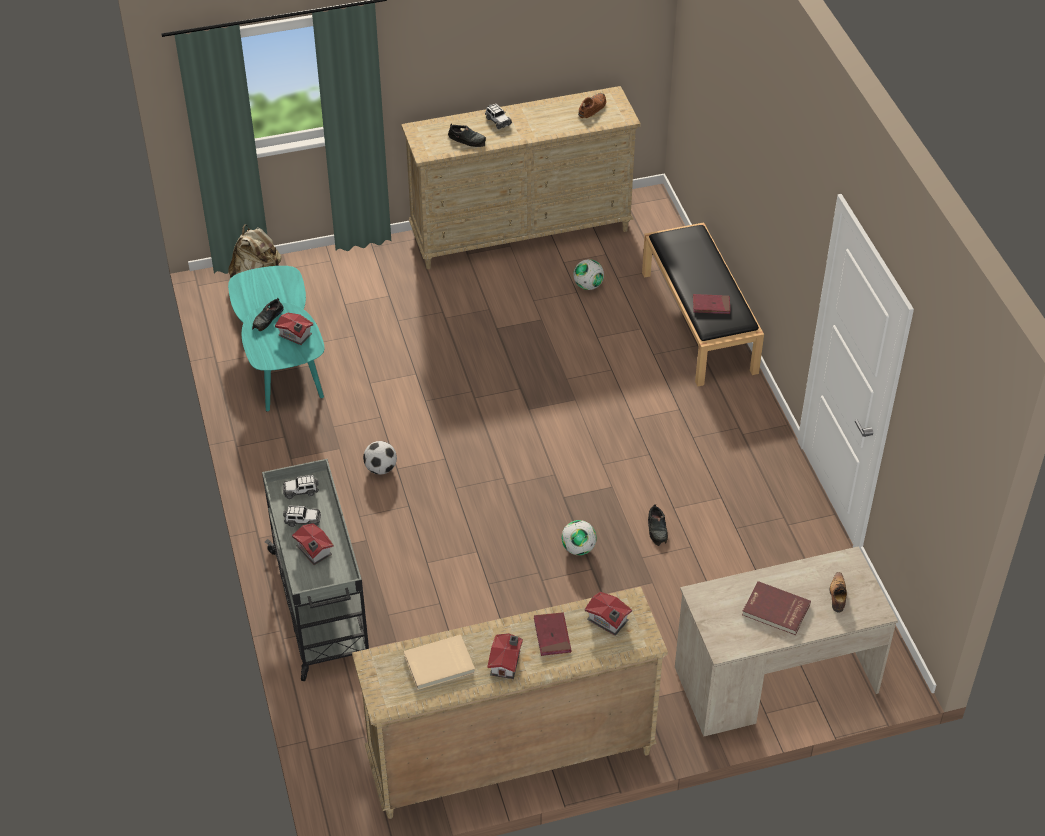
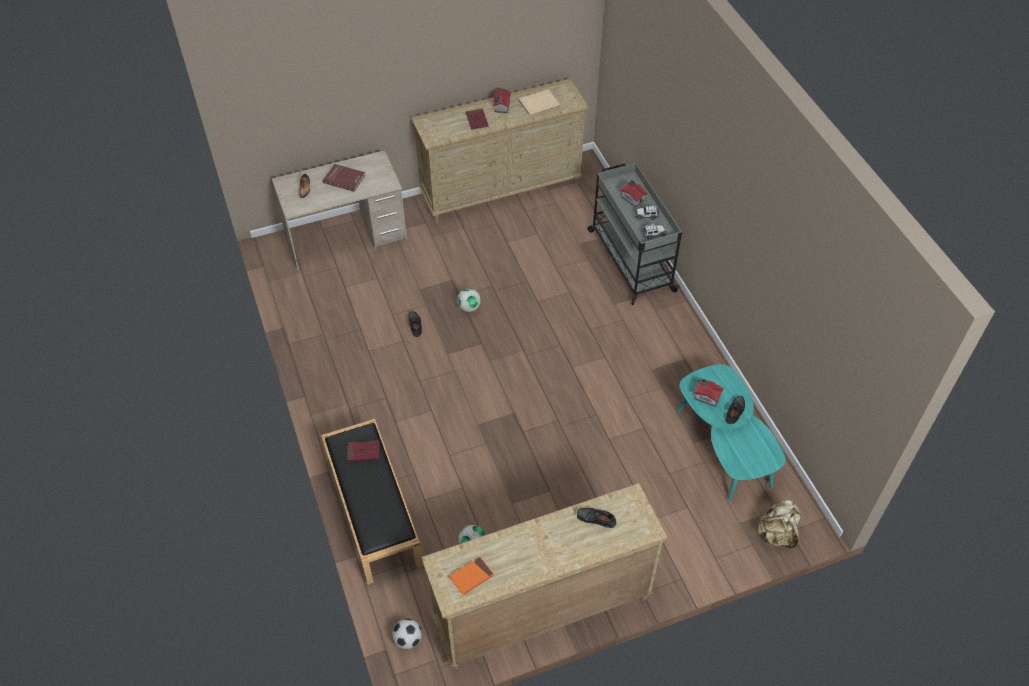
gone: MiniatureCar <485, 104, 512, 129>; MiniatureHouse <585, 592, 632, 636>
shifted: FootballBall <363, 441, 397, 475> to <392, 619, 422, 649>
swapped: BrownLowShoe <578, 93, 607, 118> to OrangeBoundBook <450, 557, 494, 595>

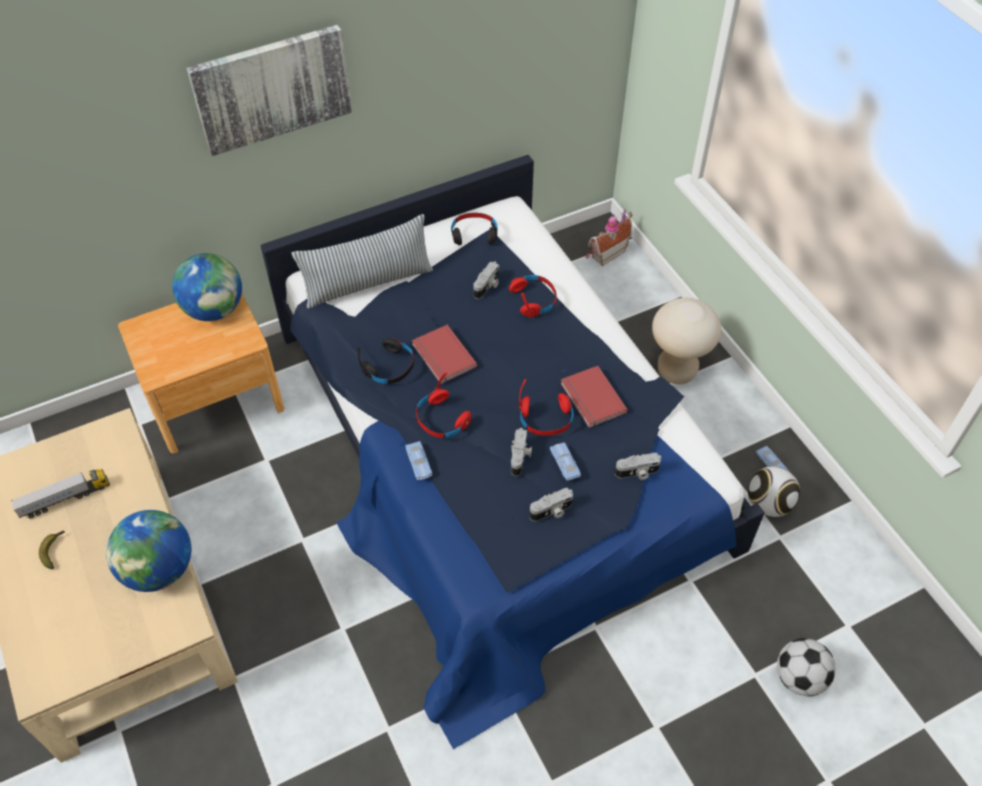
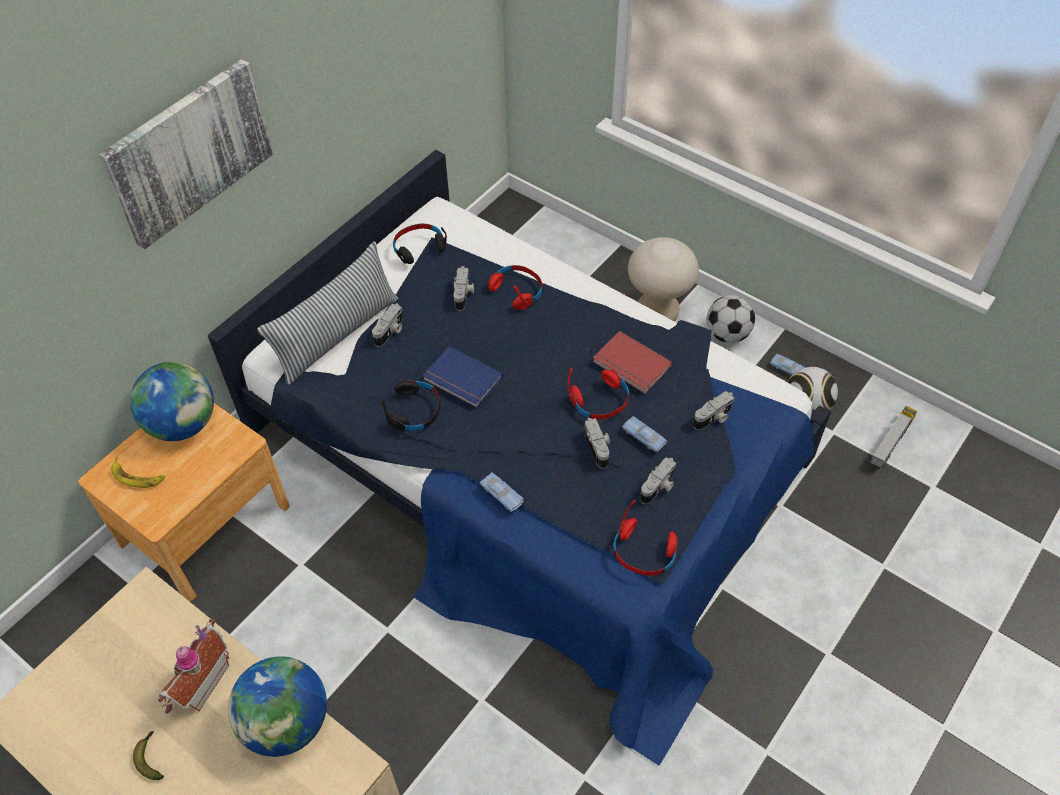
new: WholeBanana <111, 457, 165, 488>; StillCamera <372, 303, 402, 347>
shifted: MiniatureHouse <586, 209, 633, 266> to <158, 618, 229, 713>; ReddishHeadphones <416, 372, 471, 438> to <613, 500, 678, 576>; FootballBall <777, 638, 836, 696> to <707, 295, 755, 343>; ModelTruck <11, 469, 110, 518> to <870, 406, 917, 469>
repainted: ReddishBoundBook <412, 325, 477, 384> to BlueColouredBoundBook <423, 346, 503, 408>

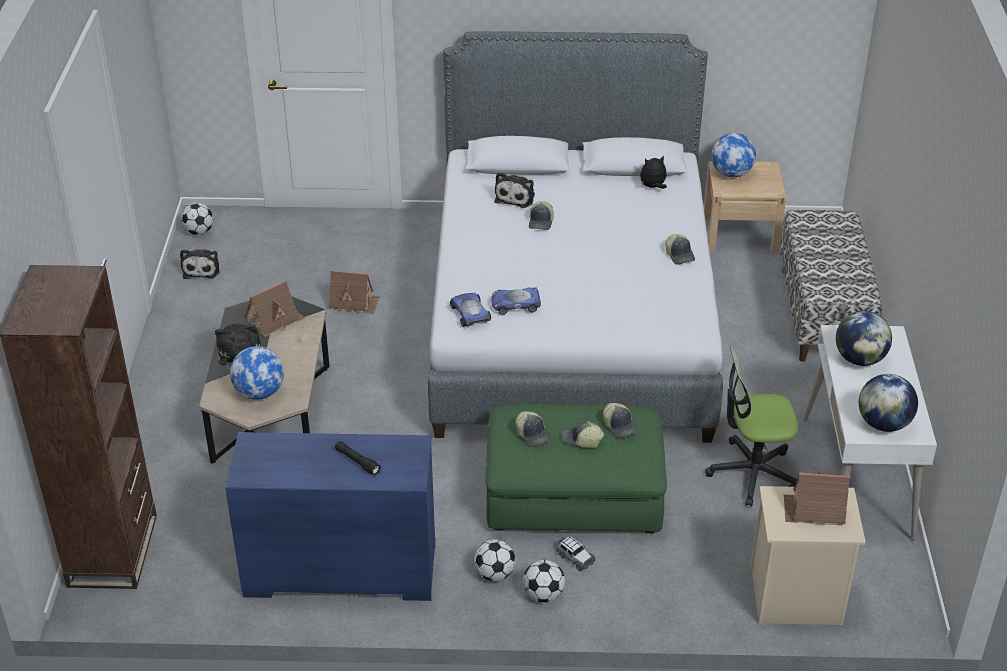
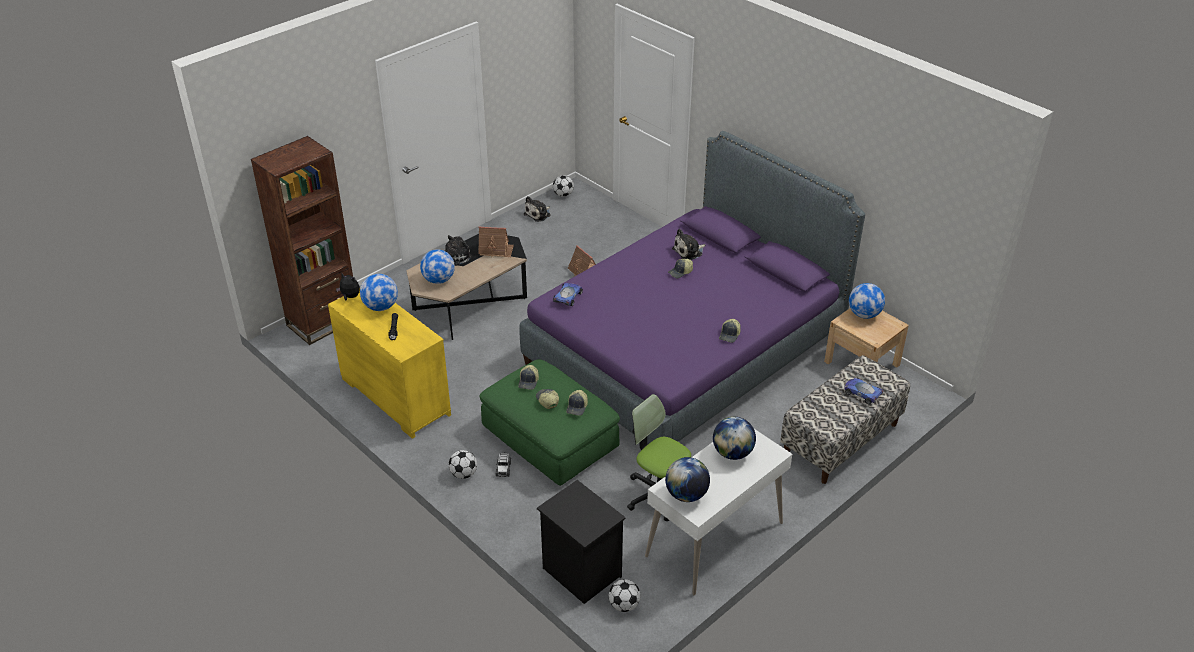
gone: MiniatureHouse <784, 470, 851, 526>
new: WorldGlobe <360, 274, 398, 311>
shifted: PlushToy <640, 155, 667, 189> to <336, 272, 360, 301>; FootballBall <474, 539, 515, 581> to <609, 579, 640, 612>; MiniatureCar <491, 288, 541, 315> to <844, 377, 883, 404>
repainted: BlueColouredDrawerChest <225, 432, 436, 601> to YellowishDrawerChest <328, 287, 451, 439>; GreyBedroomBed <428, 31, 723, 443> to PurpleBedroomBed <519, 131, 865, 444>; BeigeNightstand <750, 486, 866, 625> to BlackishNightstand <537, 480, 625, 604>

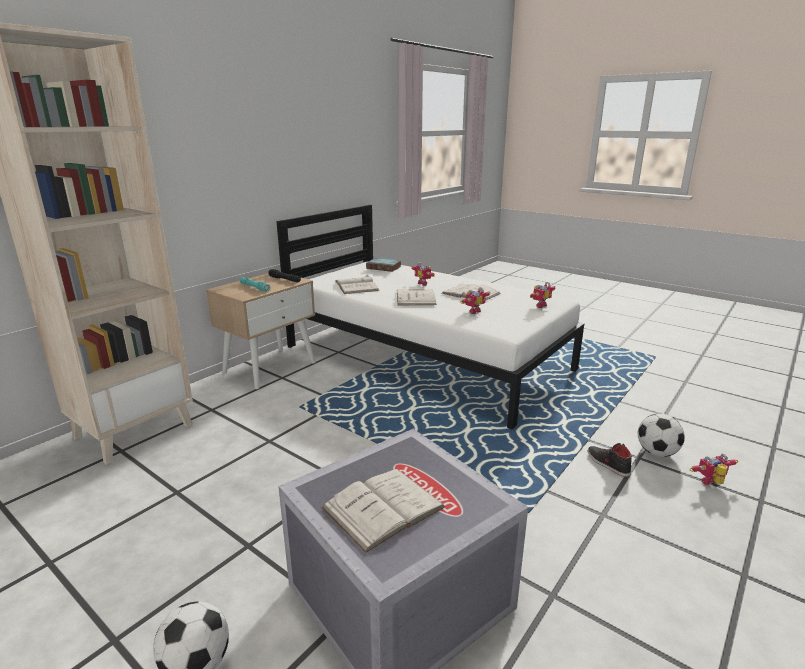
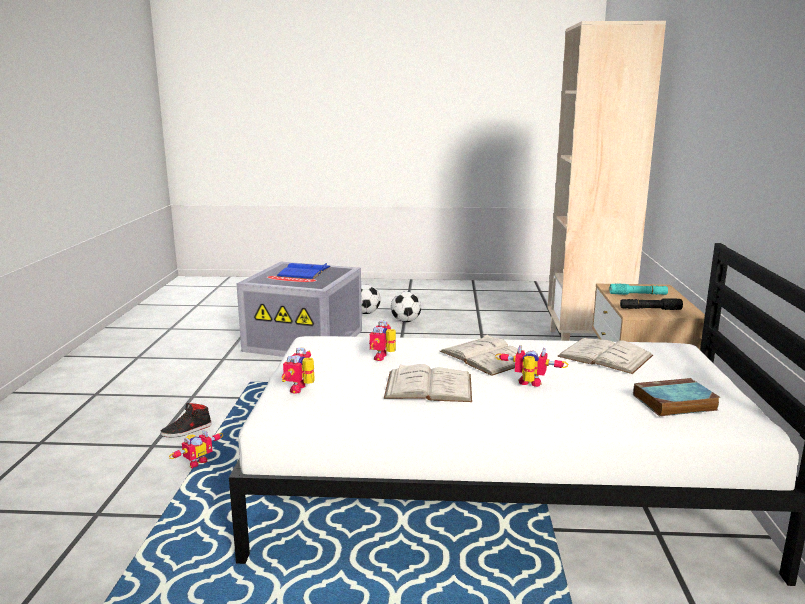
shifted: RobotFigure <690, 454, 738, 485> to <169, 430, 224, 468>; FootballBall <638, 414, 685, 457> to <391, 292, 421, 322>
repainted: WhiteColouredBoundBook <321, 469, 446, 553> to BlueColouredBoundBook <276, 263, 331, 279>
rotated: BlackishLowShoe <588, 443, 632, 477> = <160, 403, 211, 438> 120 degrees clockwise

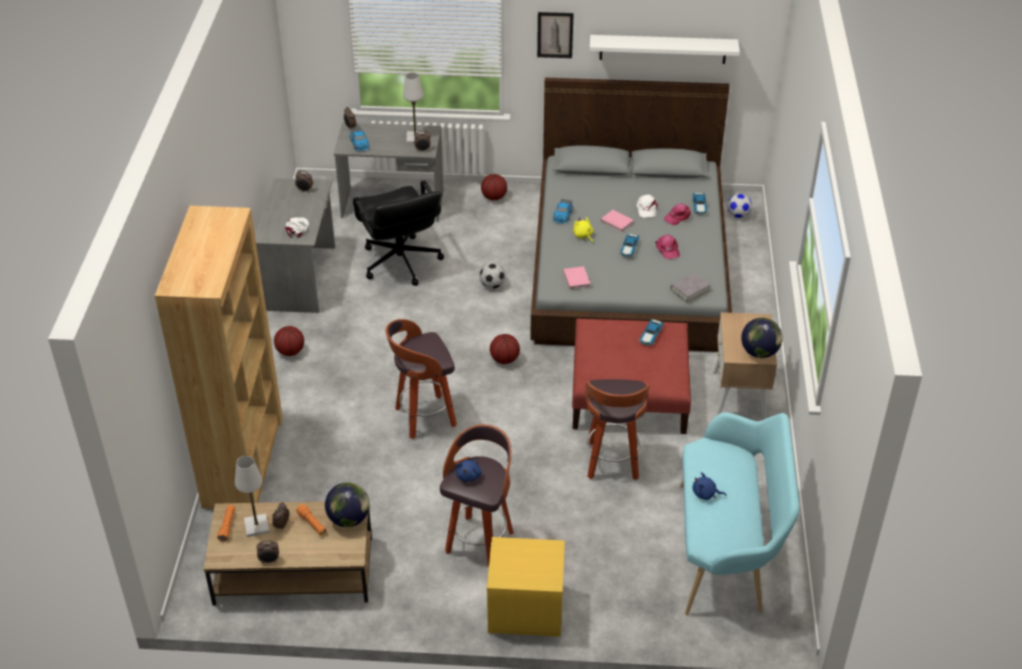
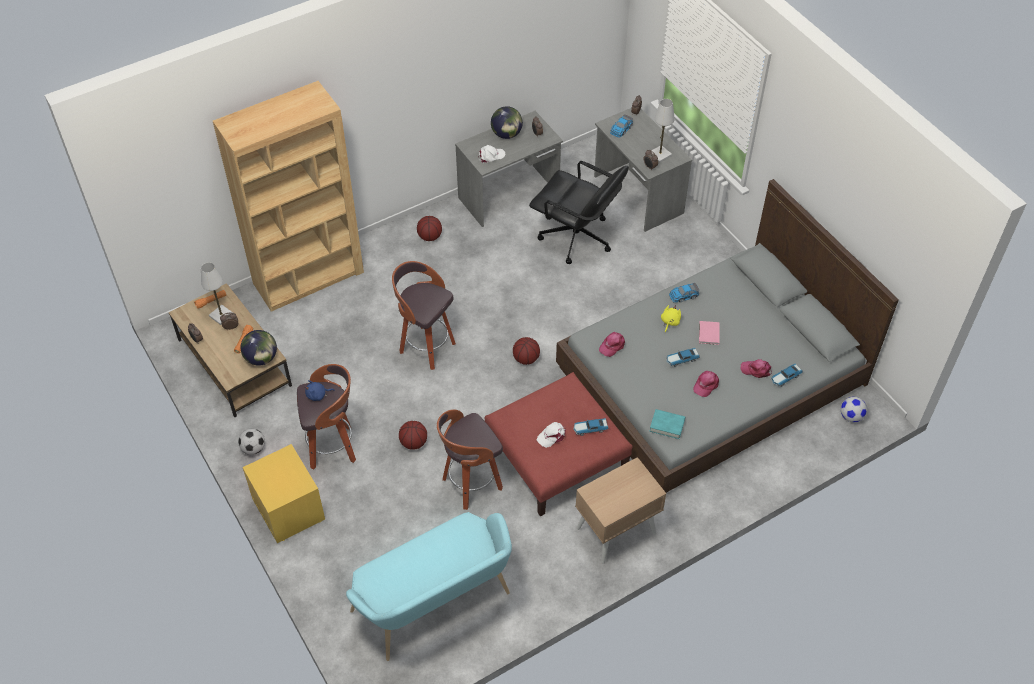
gone: WallArt <537, 12, 574, 58>; WhiteColouredShelf <590, 35, 740, 64>; BlueColouredPlushToy <692, 472, 726, 500>
shifted: FootballBall <480, 263, 505, 289> to <238, 429, 265, 455>; BasketballBall <481, 174, 507, 201> to <399, 421, 427, 450>; WorldGlobe <741, 318, 783, 358> to <491, 106, 523, 139>; WhiteColouredPeakedCap <636, 195, 658, 217> to <536, 422, 566, 448>
swapped: PinkBoundBook <563, 266, 591, 289> to PinkPeakedCap <599, 332, 625, 357>
repainted: GreyBoundBook <670, 273, 710, 303> to TurquoiseBoundBook <649, 409, 685, 439>
rotated: BlackishComputerChair <353, 180, 444, 286> = <529, 161, 629, 264> 90 degrees counterclockwise

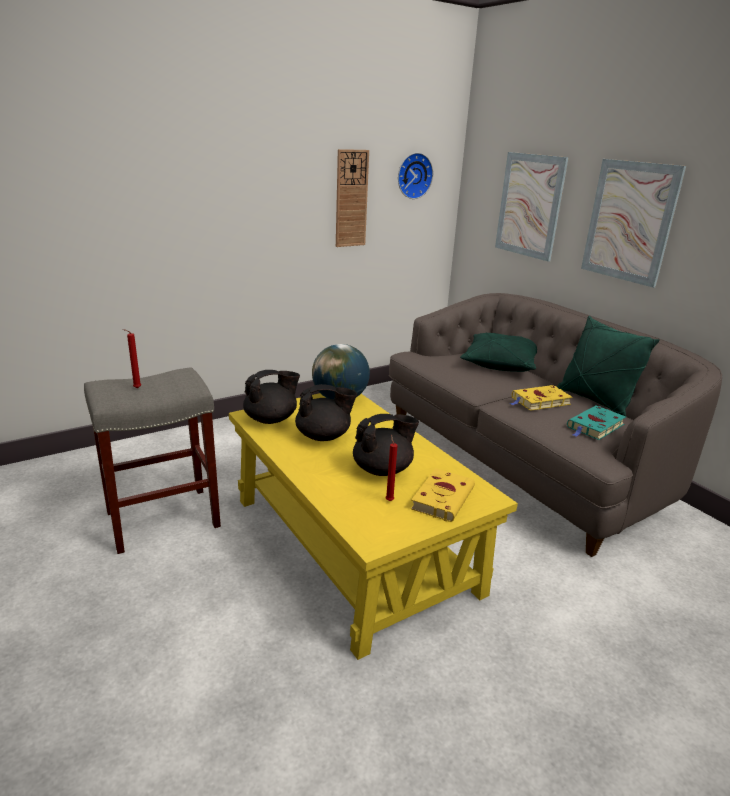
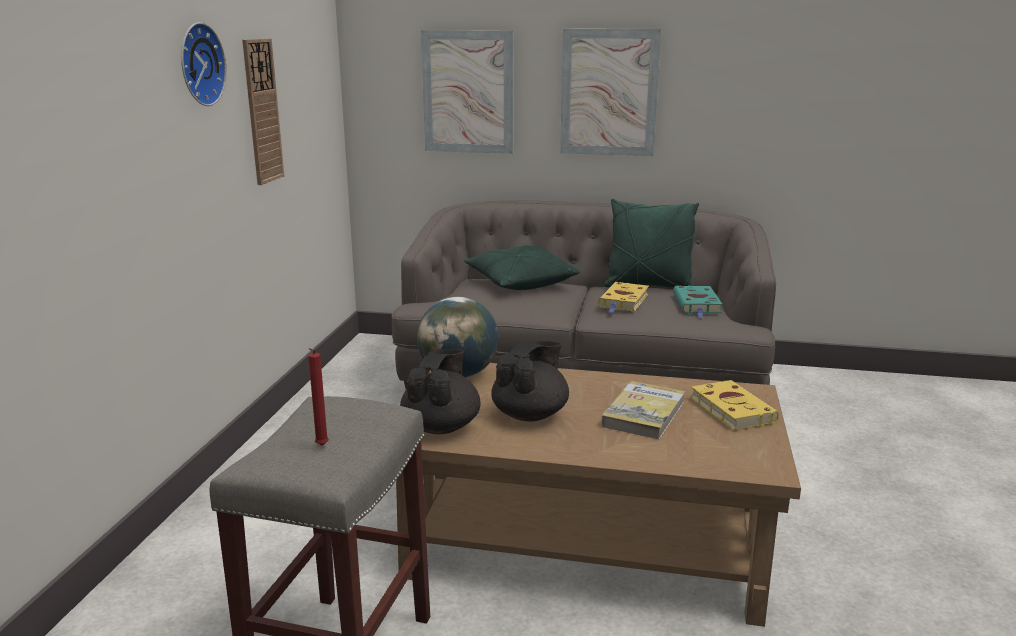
gone: ReddishCandle <386, 435, 398, 501>
shifted: WallClock <398, 153, 433, 199> to <181, 22, 227, 106>
swapped: BlackishTeapot <353, 414, 419, 476> to BoundBook <601, 381, 685, 440>
repainted: YellowishLoungeTable <229, 393, 518, 660> to BrownLoungeTable <396, 363, 801, 627>

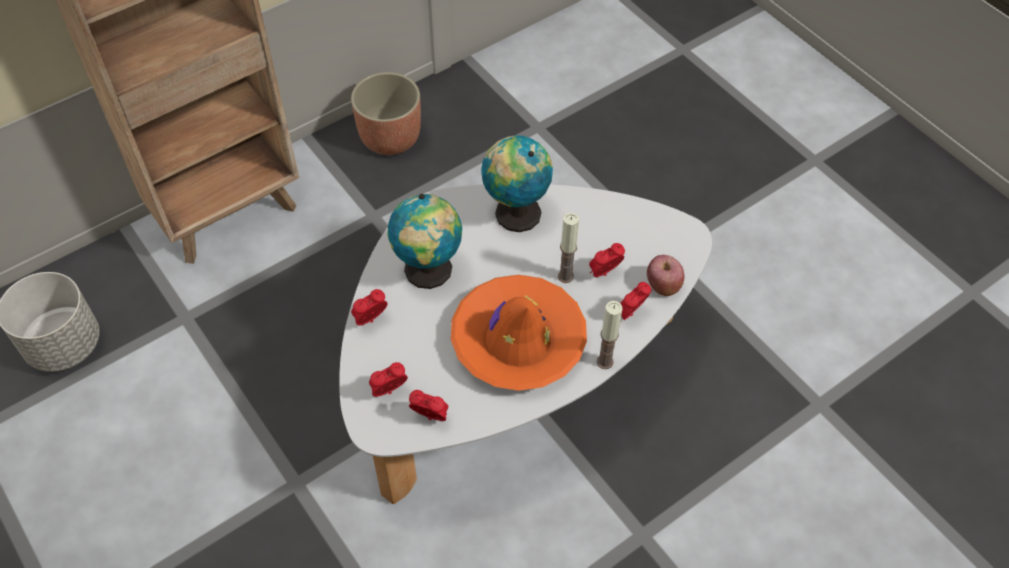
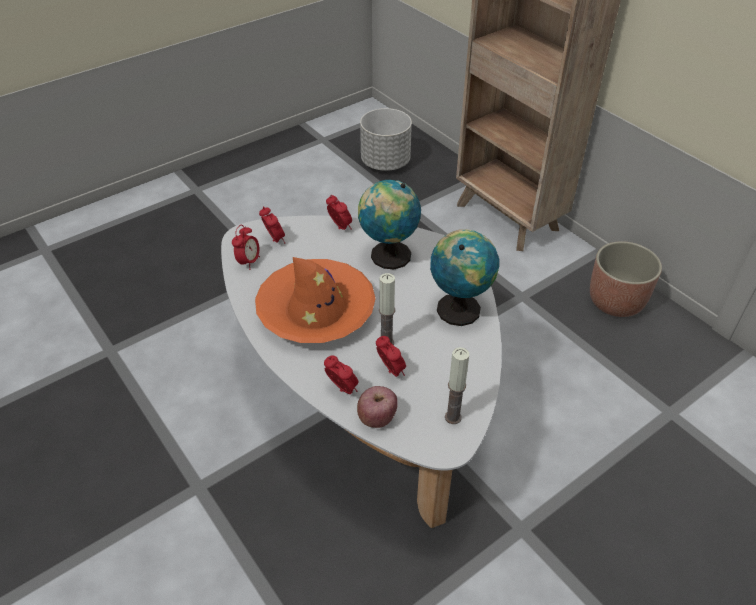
shifted: Candle <597, 301, 622, 369> to <445, 347, 469, 424>

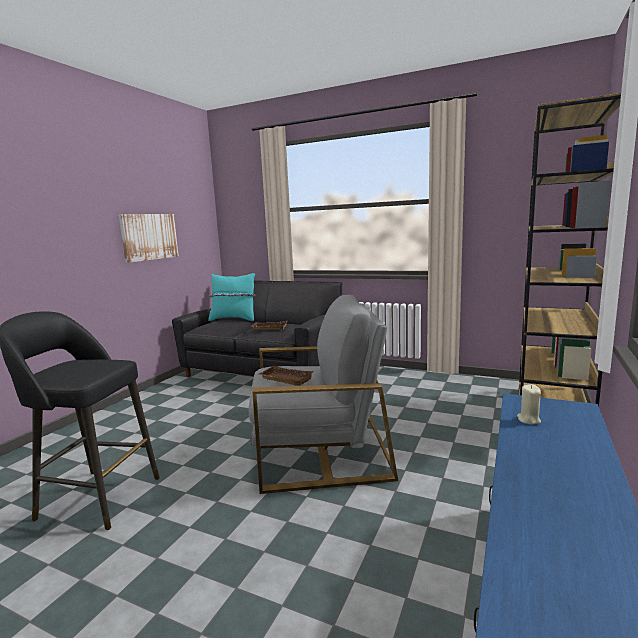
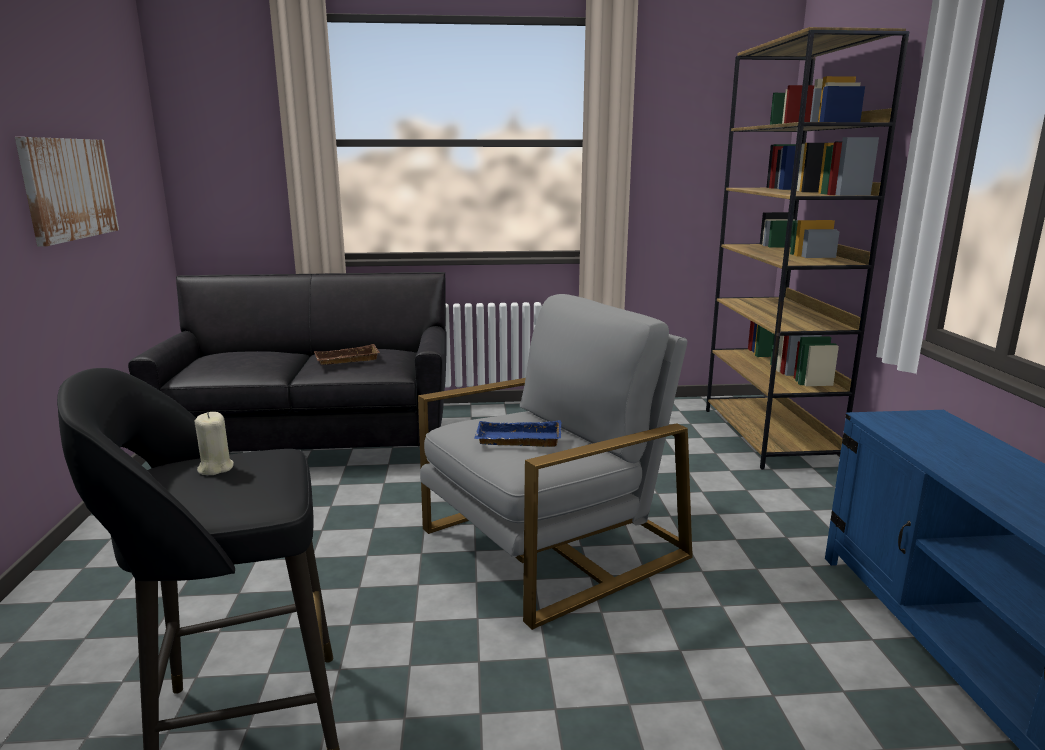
gone: TurquoiseThrowPillow <208, 273, 256, 321>
shifted: BeigeCandle <517, 384, 541, 424> to <195, 412, 234, 475>
repainted: BrownTray <259, 366, 314, 386> to BlueColouredTray <474, 420, 562, 447>

